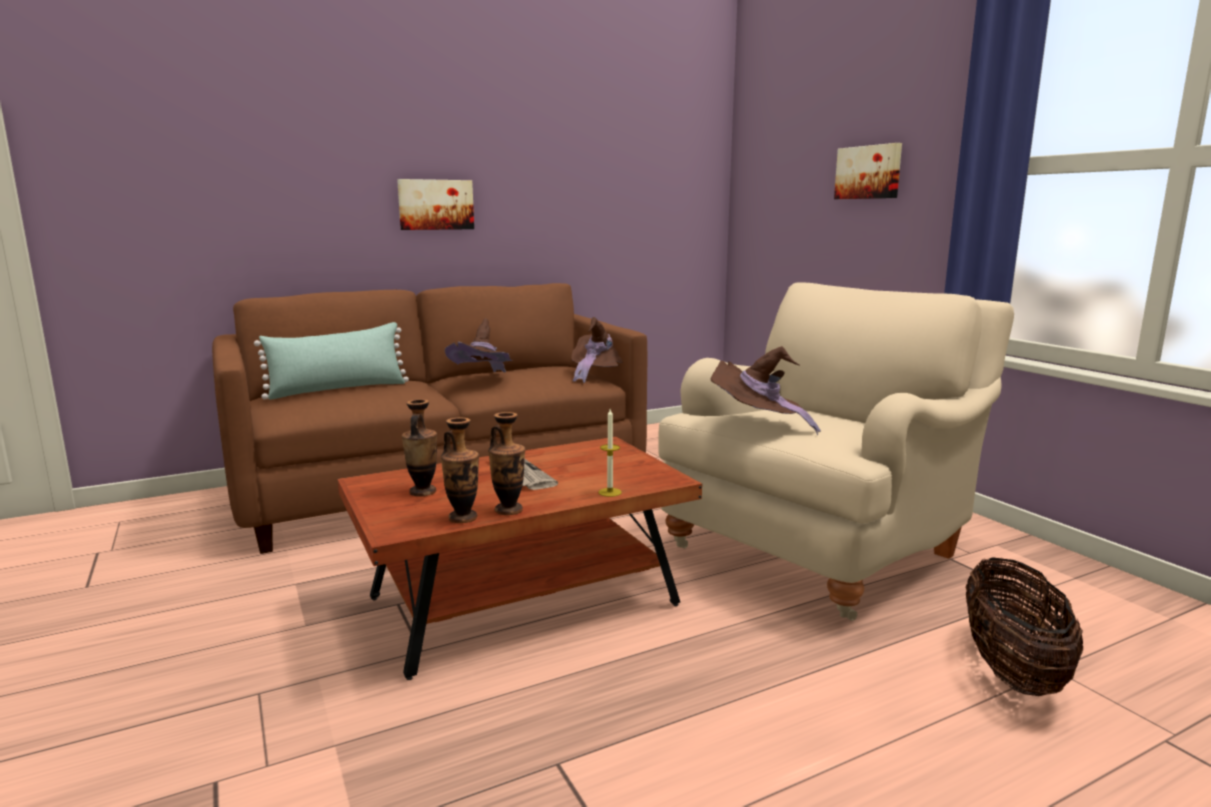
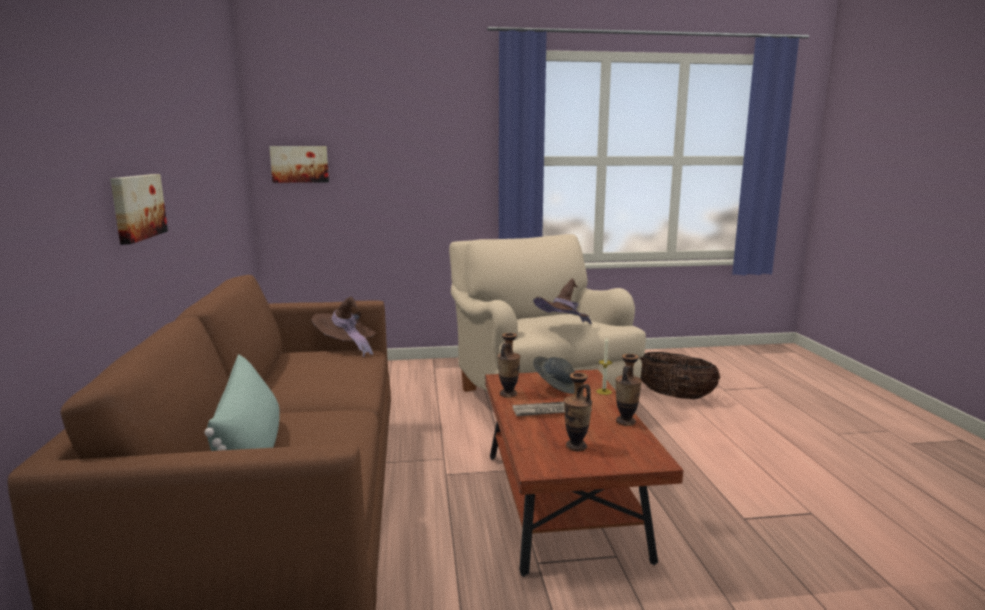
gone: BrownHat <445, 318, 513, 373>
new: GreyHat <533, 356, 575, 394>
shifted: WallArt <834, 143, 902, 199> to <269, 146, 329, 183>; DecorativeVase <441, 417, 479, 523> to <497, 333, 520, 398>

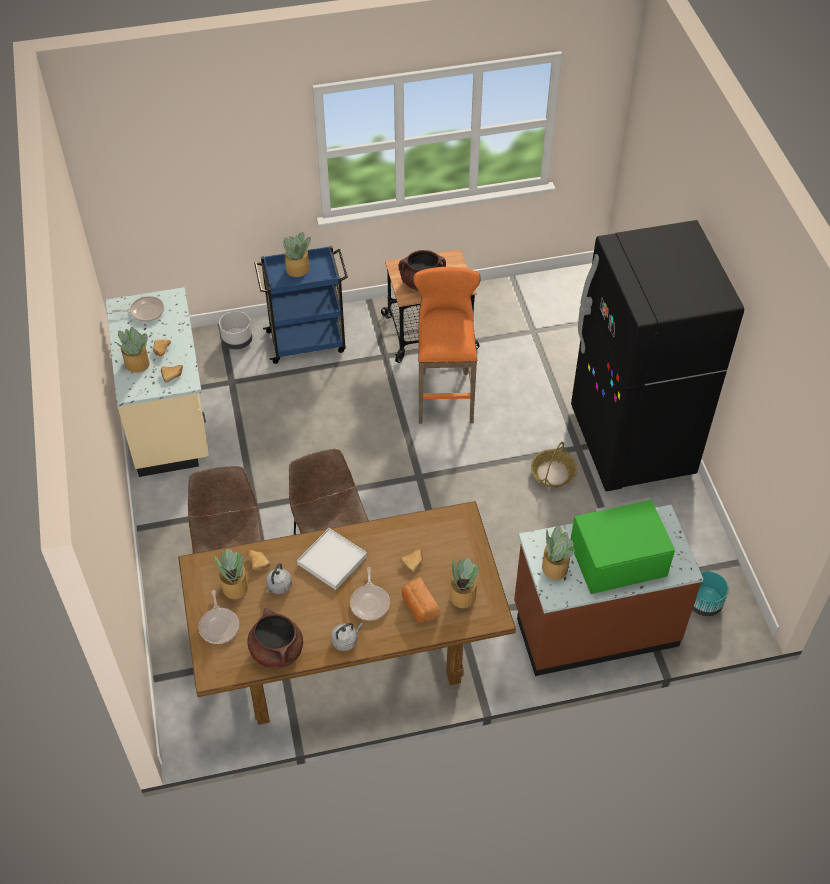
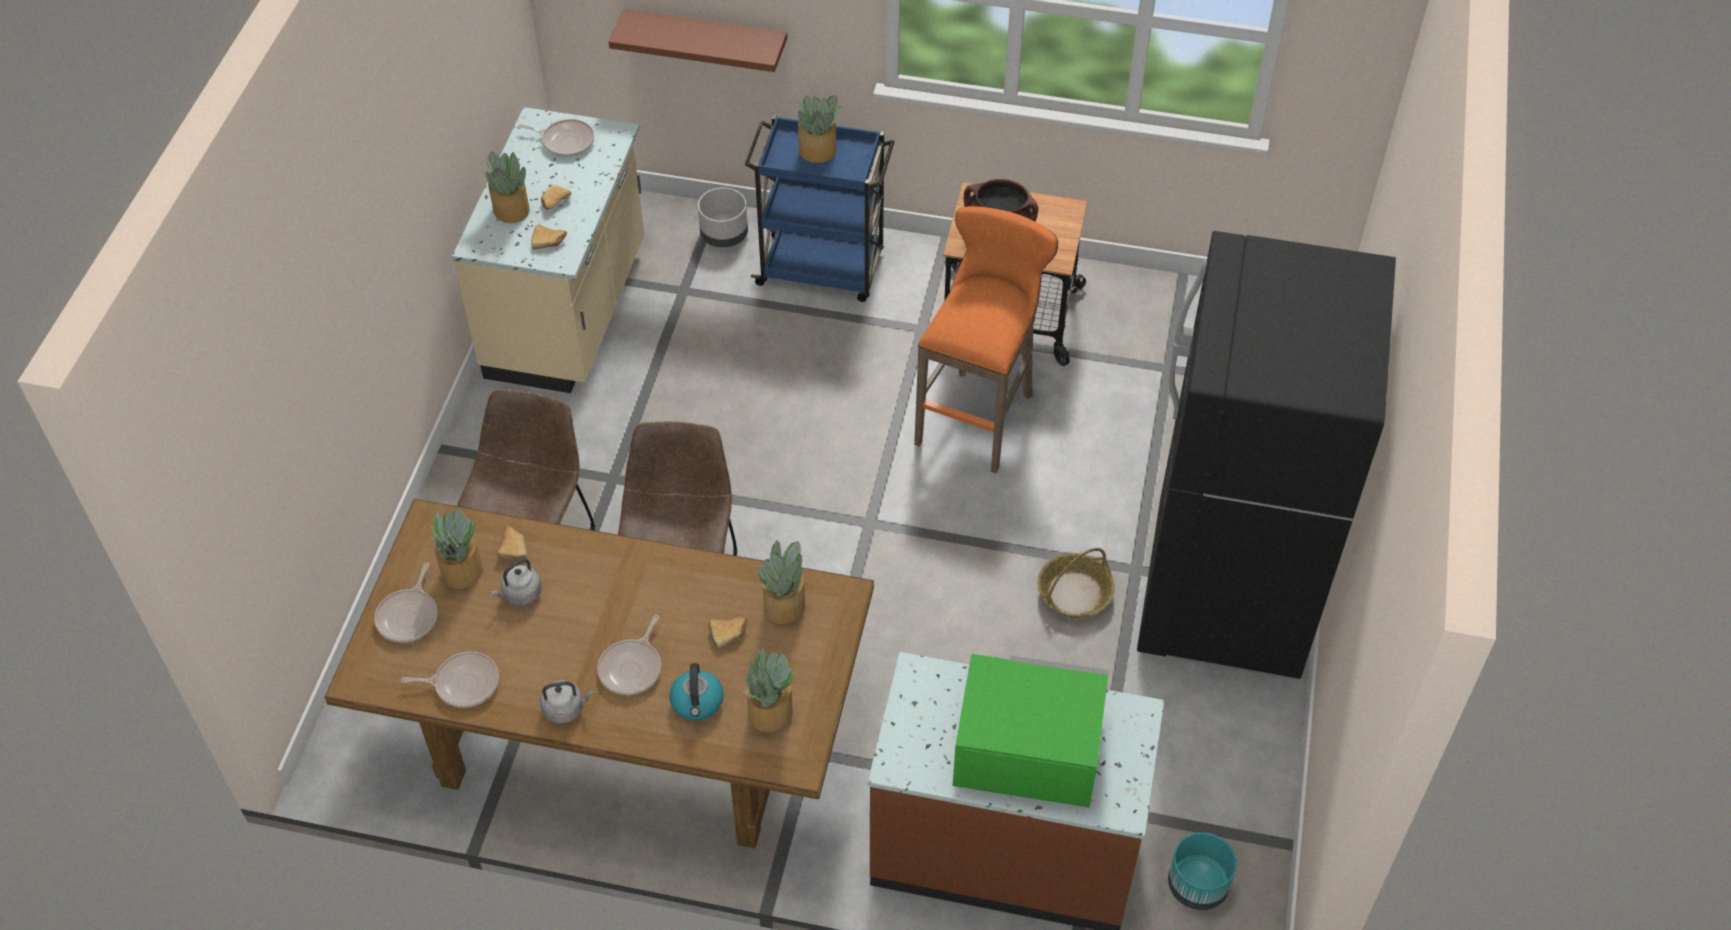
gone: WhiteColouredTray <297, 528, 367, 590>
new: BrownShelf <609, 9, 787, 72>
shifted: PlantInAPot <542, 525, 575, 580> to <757, 540, 805, 624>
swapped: BrownSaucepot <247, 608, 303, 669> to FryingPan <401, 652, 499, 708>; BakedBread <402, 577, 440, 623> to Kettle <669, 663, 724, 721>

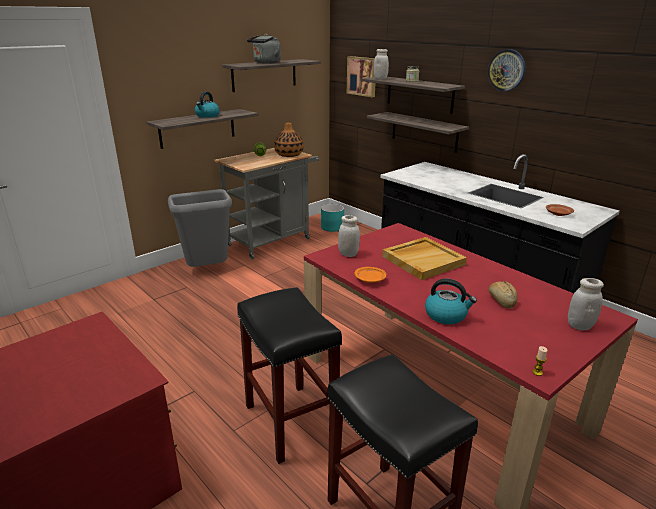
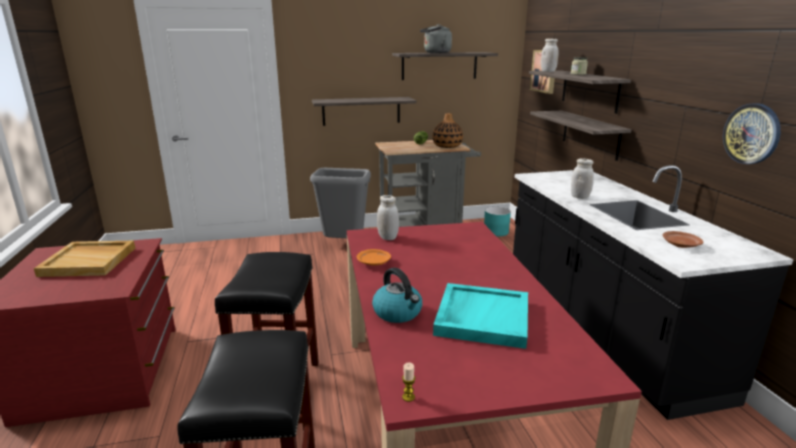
gone: Kettle <195, 92, 220, 118>
shifted: BeigeTray <382, 237, 467, 280> to <34, 241, 135, 277>; WhiteColouredJar <568, 278, 604, 330> to <571, 158, 594, 199>; WallClock <487, 49, 526, 91> to <723, 103, 781, 164>
swapped: BakedBread <488, 281, 517, 308> to TurquoiseTray <433, 283, 528, 349>

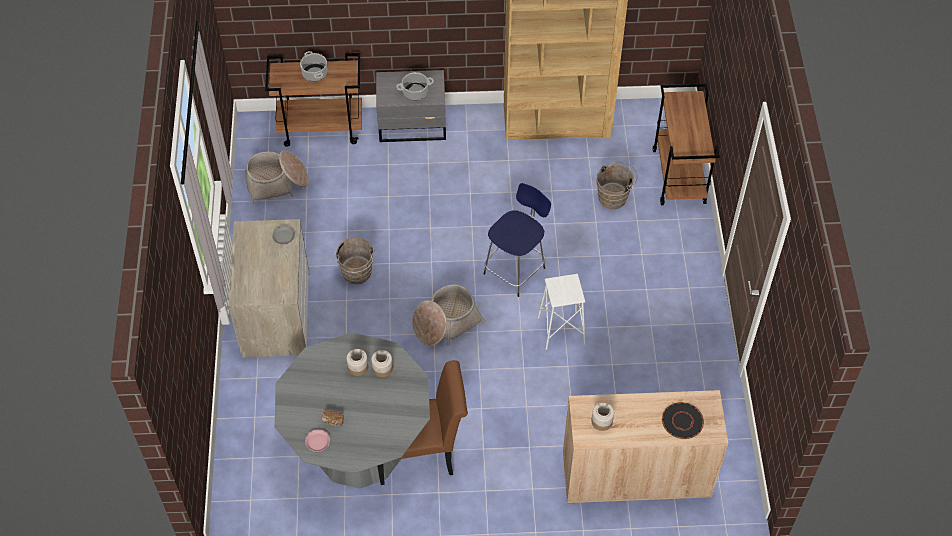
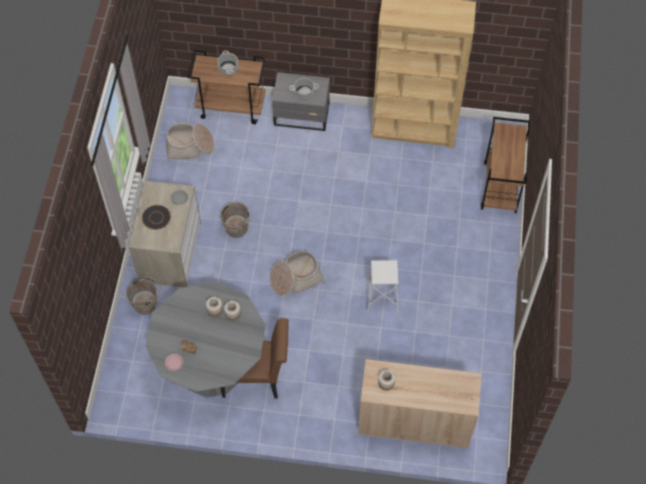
gone: BlueColouredStool <484, 183, 551, 297>
shifted: BrownWaterBucket <596, 161, 638, 209> to <126, 277, 161, 315>; BlackishDinnerPlate <662, 402, 704, 439> to <142, 205, 171, 230>

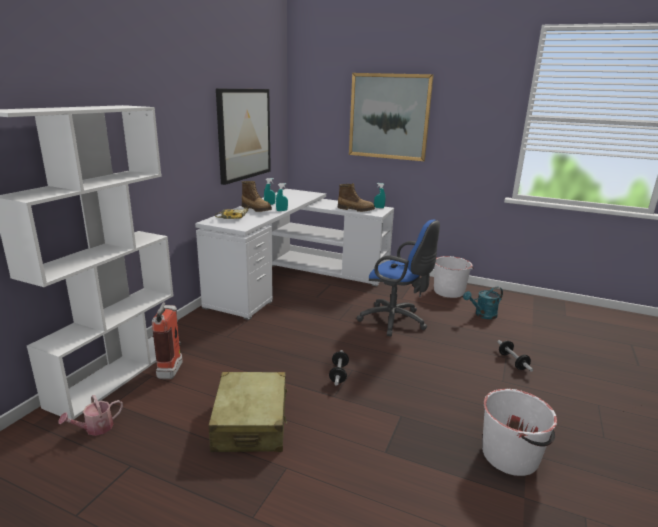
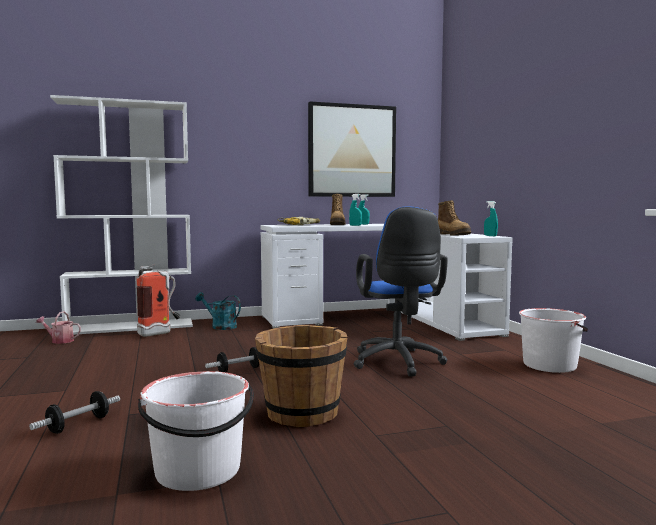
gone: BeigeSuitcase <209, 372, 287, 452>; WallArt <349, 73, 434, 161>
new: BrownWaterBucket <255, 325, 347, 427>
shifted: HandWeight <497, 340, 533, 372> to <29, 391, 120, 434>; TurquoiseWateringPot <463, 287, 503, 319> to <195, 292, 241, 330>

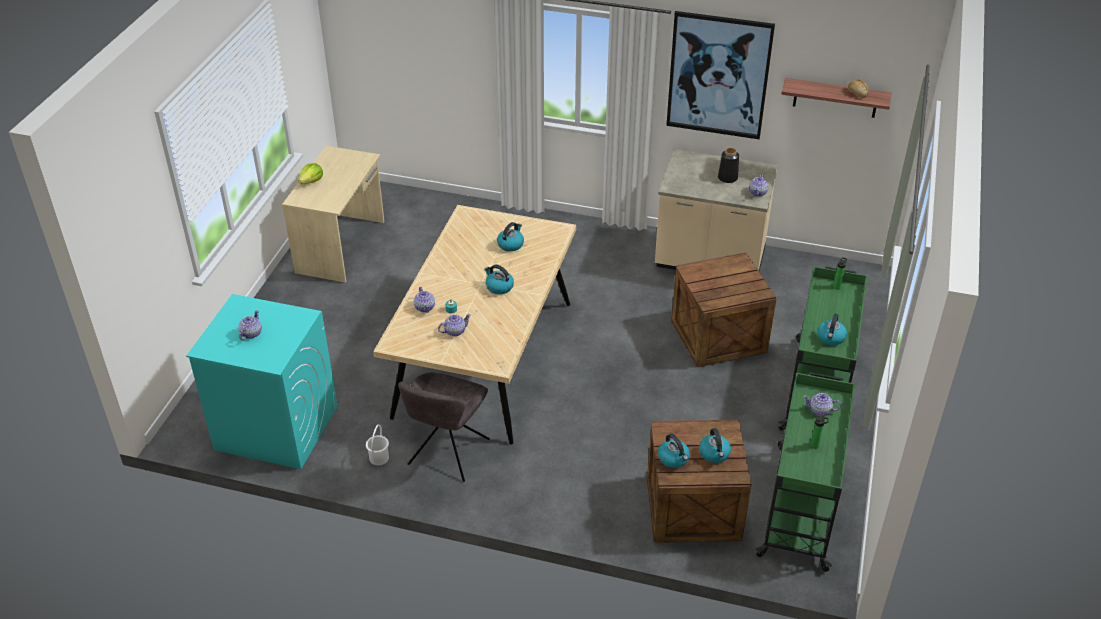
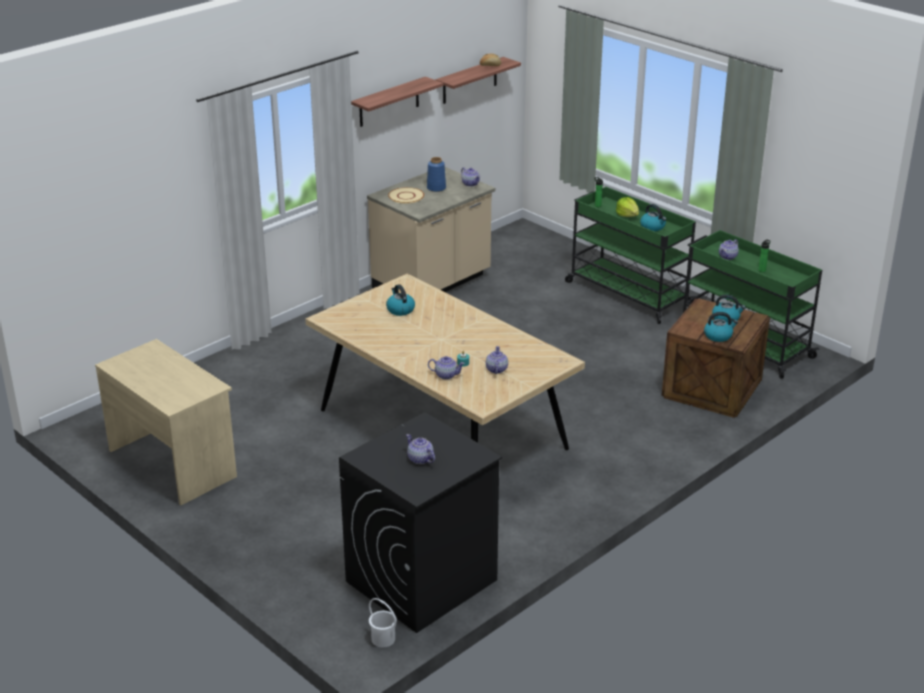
gone: GreyPlainChair <398, 372, 490, 482>; Kettle <484, 265, 514, 294>; PackingCrate <671, 253, 776, 367>
new: BeigeDinnerPlate <388, 187, 424, 204>
shifted: WhiteColouredWaterBucket <366, 424, 389, 465> to <369, 598, 397, 647>; Lettuce <298, 163, 323, 184> to <616, 197, 639, 217>
swapped: WallArt <666, 11, 775, 139> to Shelf <351, 77, 443, 127>
repainted: TurquoiseWashingMachine <186, 294, 337, 469> to BlackishWashingMachine <339, 412, 502, 633>; BlackishDecorativeVase <718, 148, 739, 183> to BlueColouredDecorativeVase <427, 157, 446, 192>

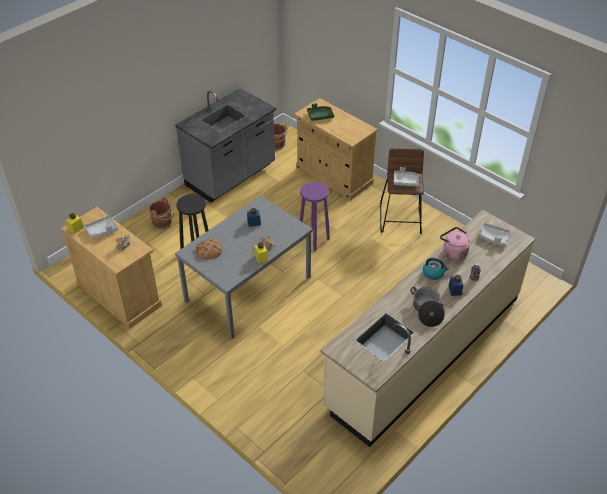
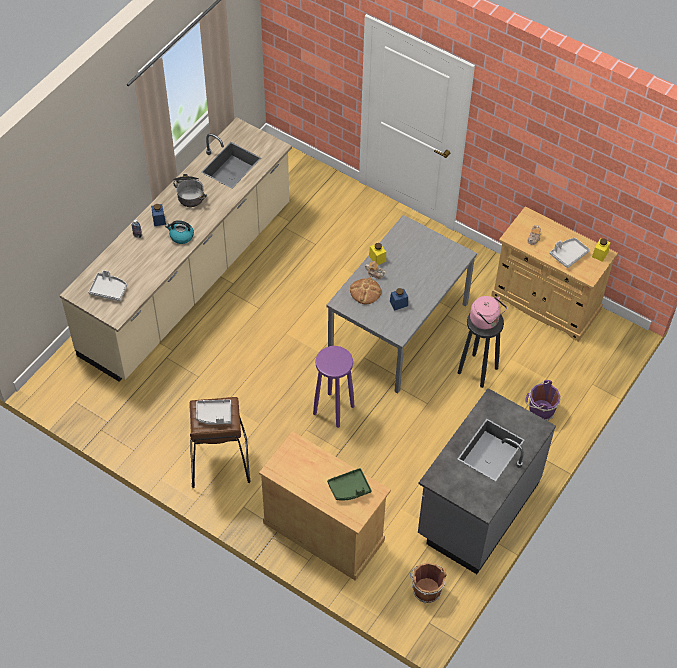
shifted: BakedBread <196, 238, 222, 259> to <350, 277, 382, 305>; PinkKettle <440, 227, 470, 260> to <470, 296, 507, 329>
repainted: BrownWaterBucket <149, 197, 174, 229> to PurpleWaterBucket <525, 380, 560, 420>

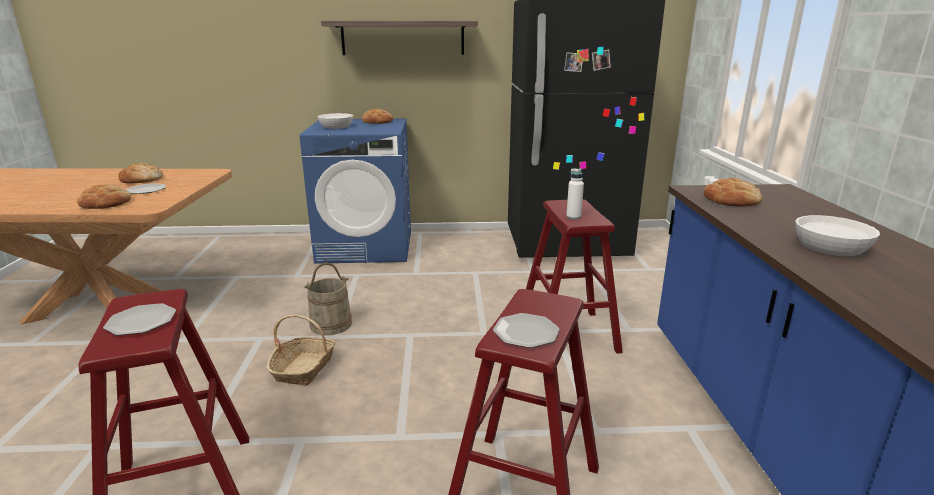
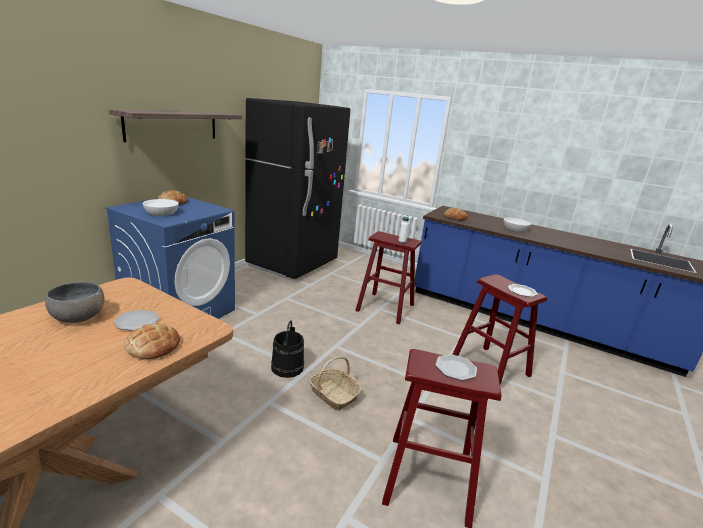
swapped: BakedBread <118, 163, 163, 184> to GreyServingBowl <45, 282, 104, 323>
repainted: BeigeWaterBucket <304, 262, 352, 335> to BlackishWaterBucket <271, 320, 304, 378>

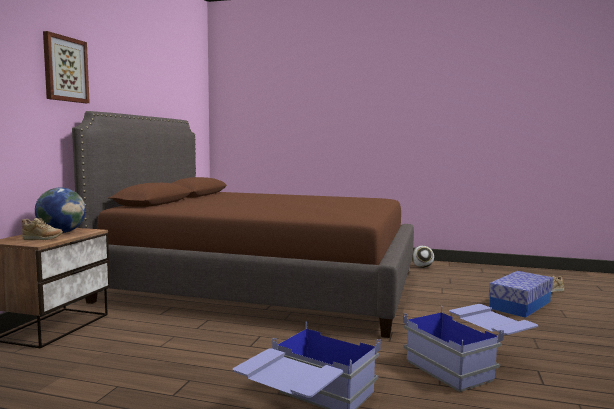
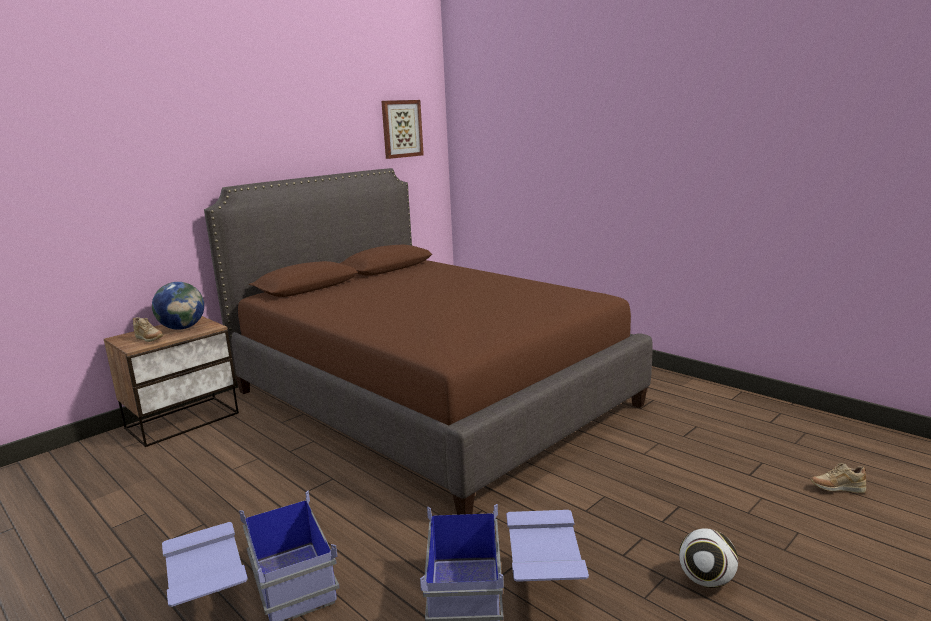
gone: StorageBox <489, 271, 553, 318>
shifted: WallArt <43, 31, 90, 103> to <381, 100, 424, 159>; FootballBall <412, 246, 434, 268> to <679, 528, 738, 588>

